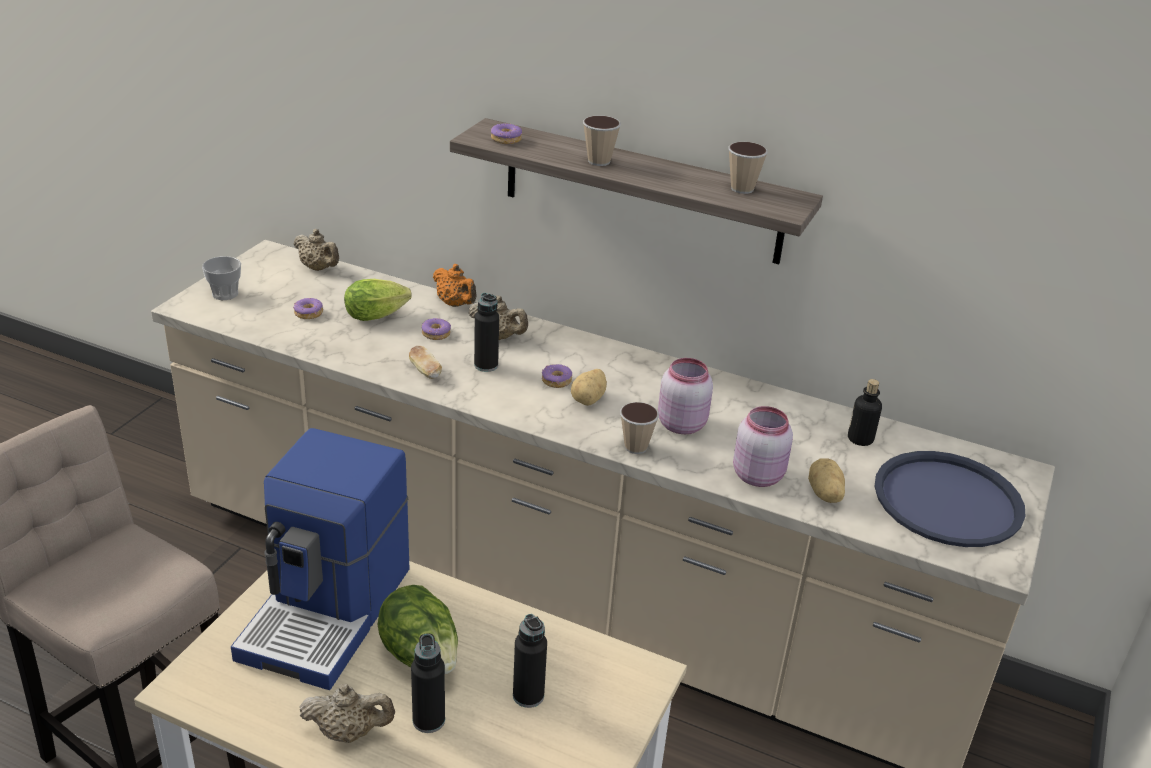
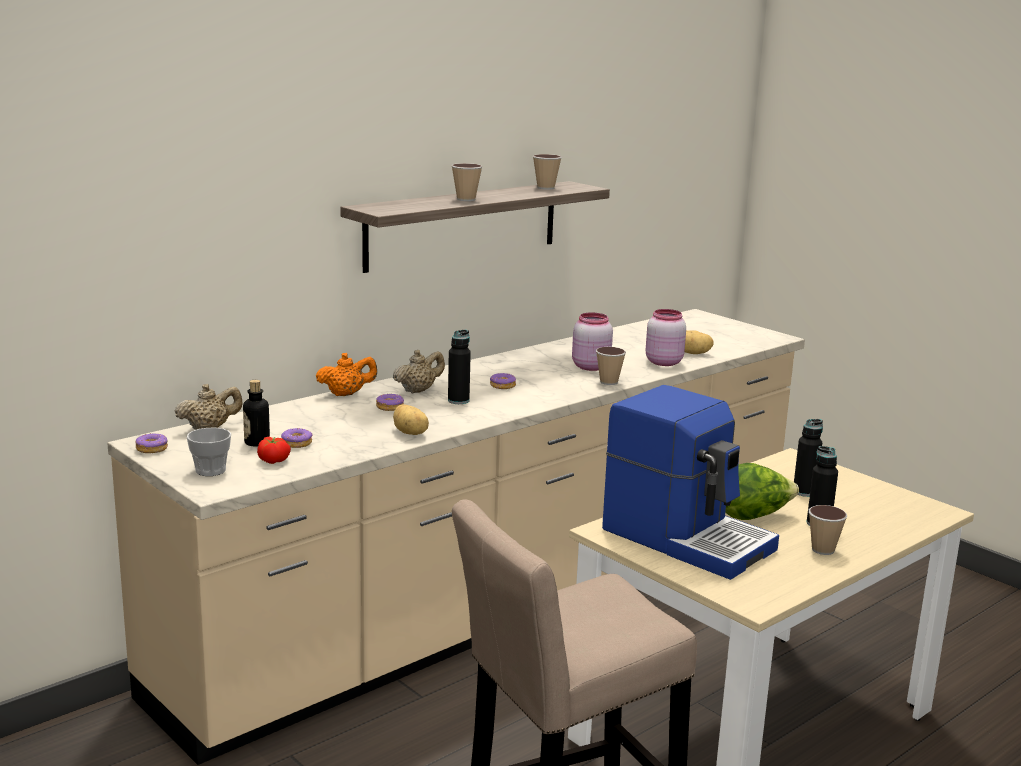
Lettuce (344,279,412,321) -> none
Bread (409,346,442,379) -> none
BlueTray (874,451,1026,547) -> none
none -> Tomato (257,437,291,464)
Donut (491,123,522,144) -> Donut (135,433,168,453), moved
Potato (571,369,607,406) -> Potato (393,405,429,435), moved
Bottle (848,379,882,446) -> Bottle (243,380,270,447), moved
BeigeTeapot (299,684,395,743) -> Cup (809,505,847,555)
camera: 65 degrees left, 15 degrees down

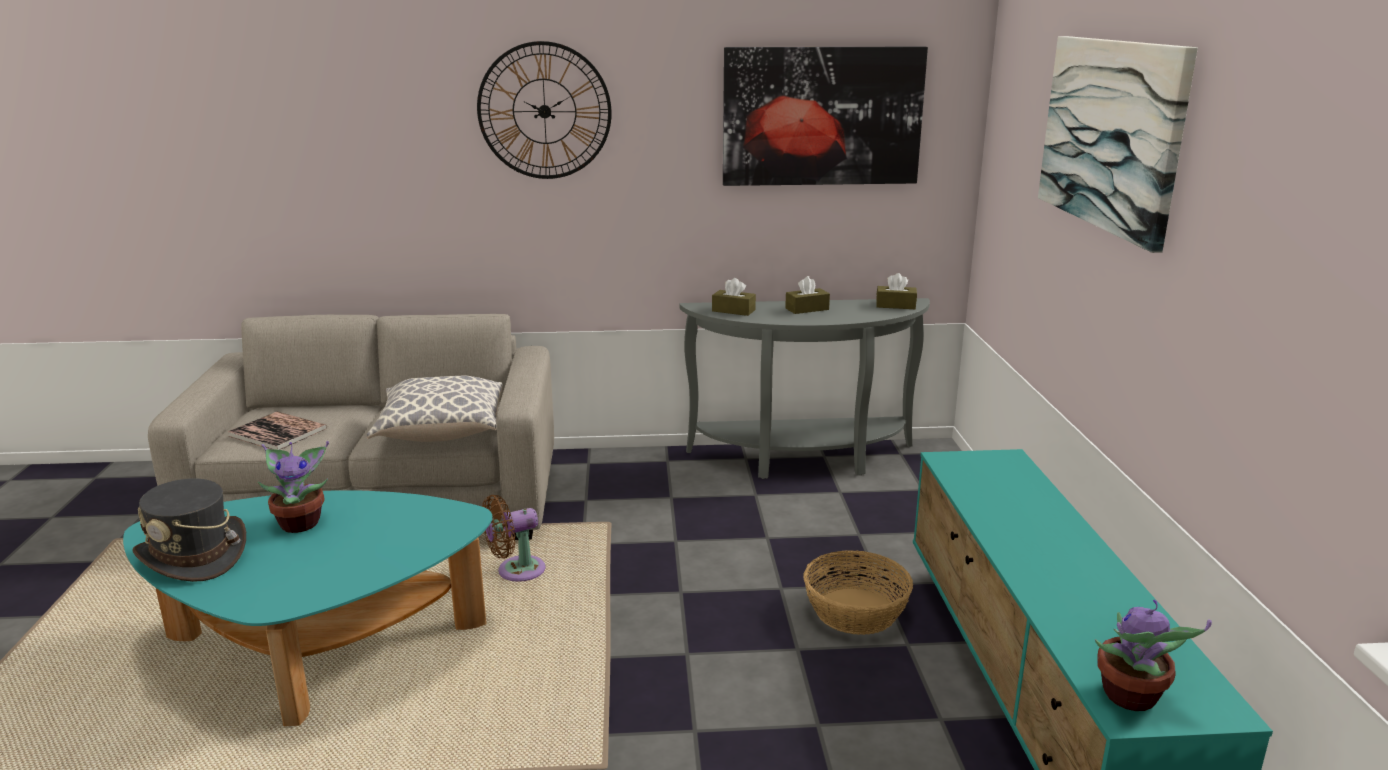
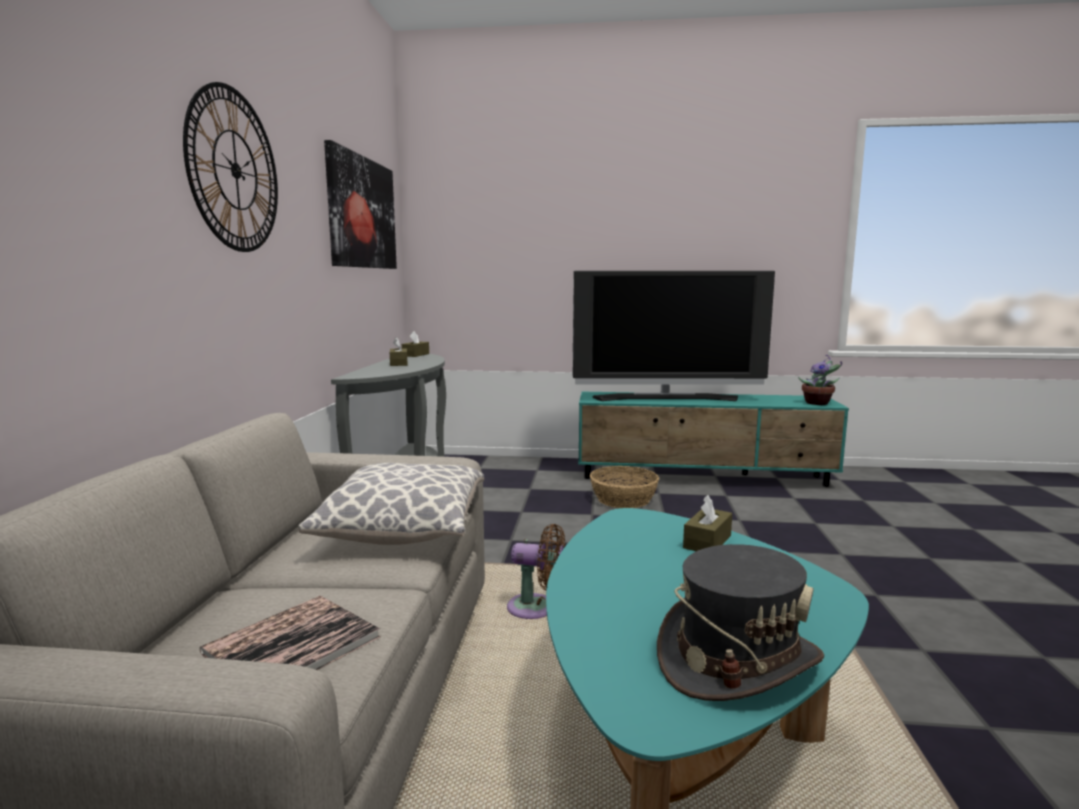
PottedPlant (258,441,329,533) -> none
Picture (1038,36,1198,253) -> none
none -> Television (573,271,775,401)
BrownTissueBox (712,278,756,316) -> BrownTissueBox (683,495,732,551), moved
BrownFan (482,495,546,582) -> BrownFan (507,524,565,619), 60 degrees counterclockwise
camera: 80 degrees left, 10 degrees down

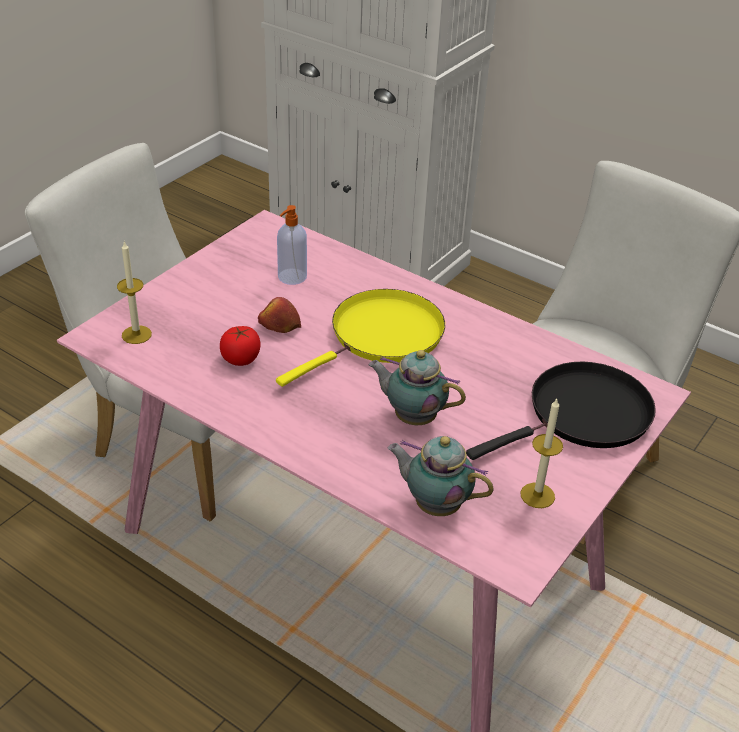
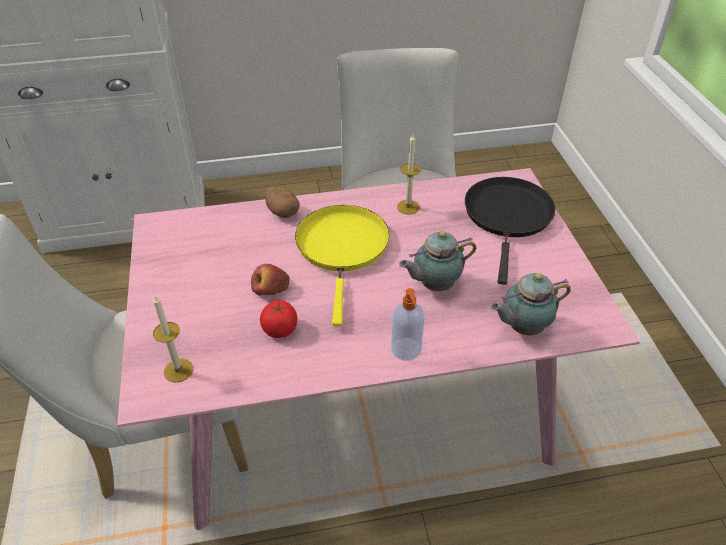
none -> Potato (265,186,300,218)
SoapDispenser (277,205,307,285) -> SoapDispenser (391,288,424,361), moved
Candle (520,399,563,508) -> Candle (397,134,421,214), moved
camera: 45 degrees left, 5 degrees up

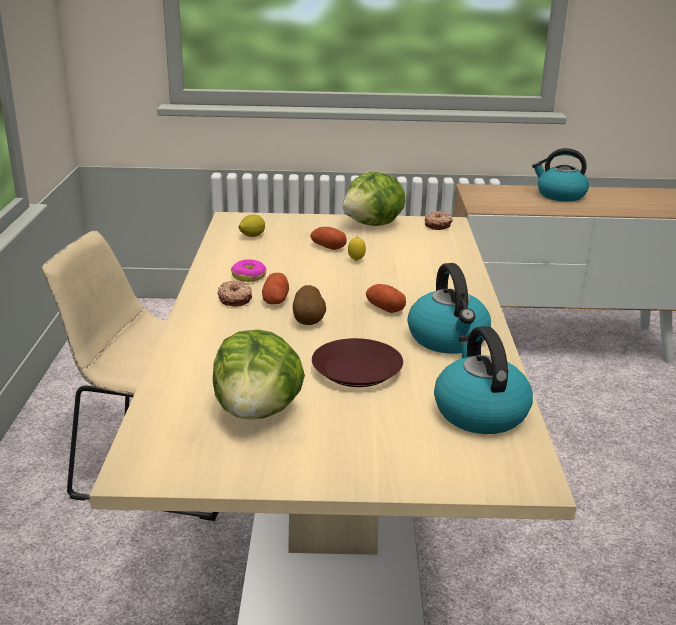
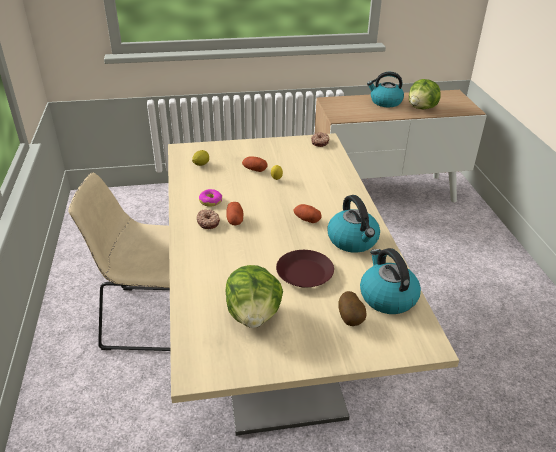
Potato (293,285,326,325) -> Potato (338,291,367,326), moved
Lettuce (342,172,405,226) -> Lettuce (409,79,441,110), moved
camera: 10 degrees left, 10 degrees up

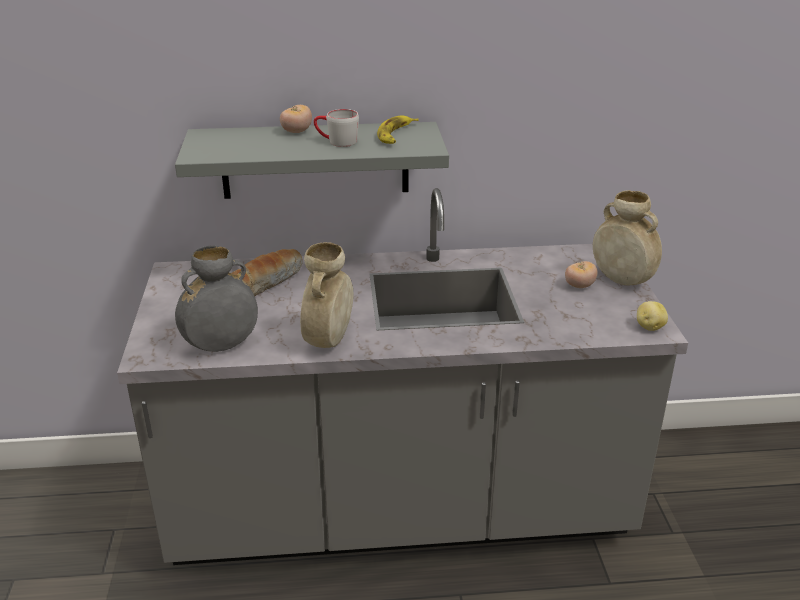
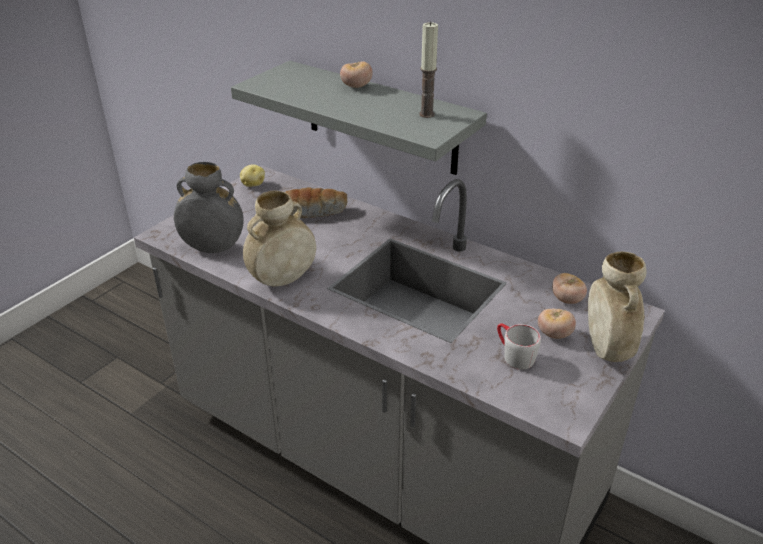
none -> Tomato (552,273,587,304)
GreyMug (314,109,359,147) -> GreyMug (497,323,541,370), moved
Potato (637,301,668,331) -> Potato (240,164,265,187), moved
Banana (377,116,419,144) -> Candle (419,22,438,118)
camera: 40 degrees right, 5 degrees up

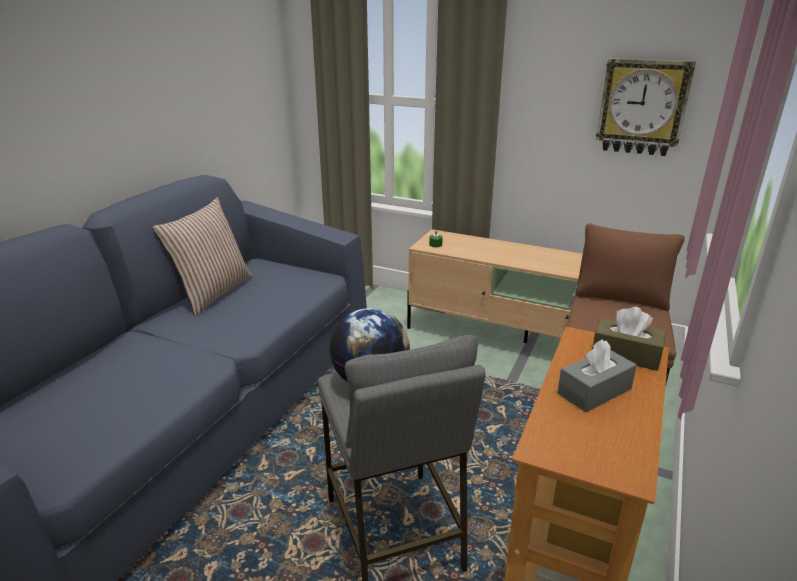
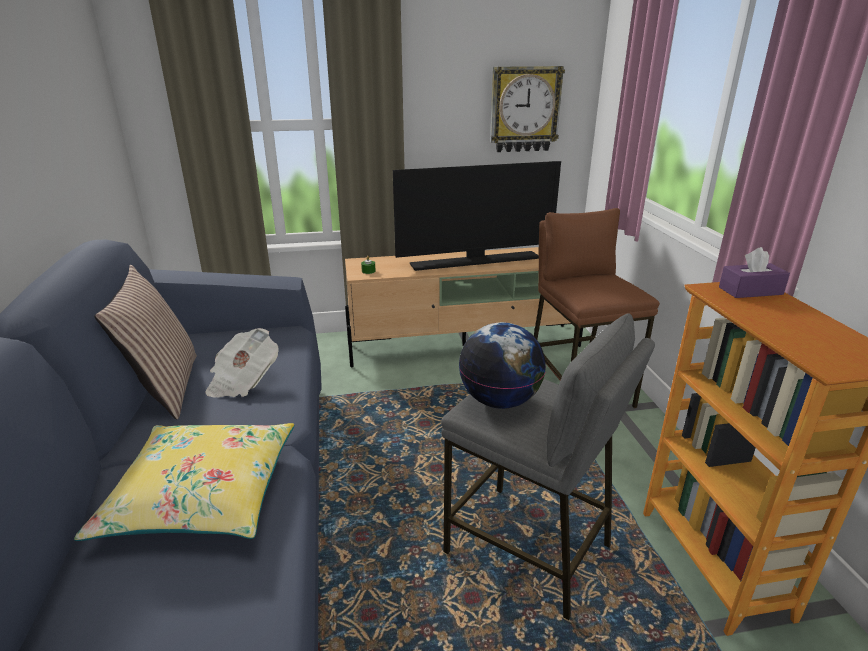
GreyTissueBox (557,339,637,412) -> none
none -> YellowPillow (74,423,294,541)
none -> Newspaper (205,328,279,397)
none -> Television (393,161,561,271)
BrownTissueBox (593,307,666,371) -> PurpleTissueBox (719,247,790,298)
camera: 35 degrees left, 0 degrees up

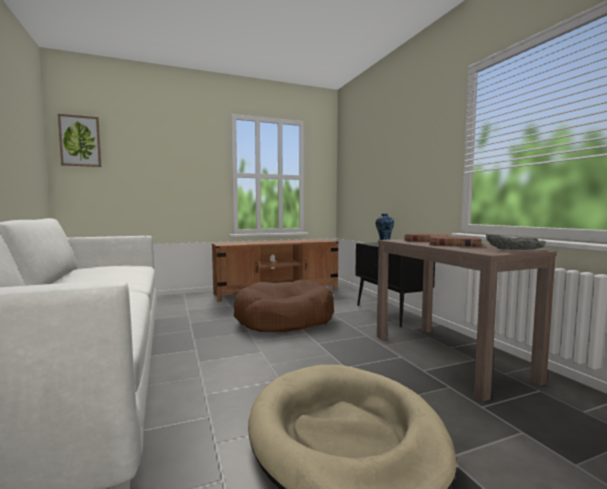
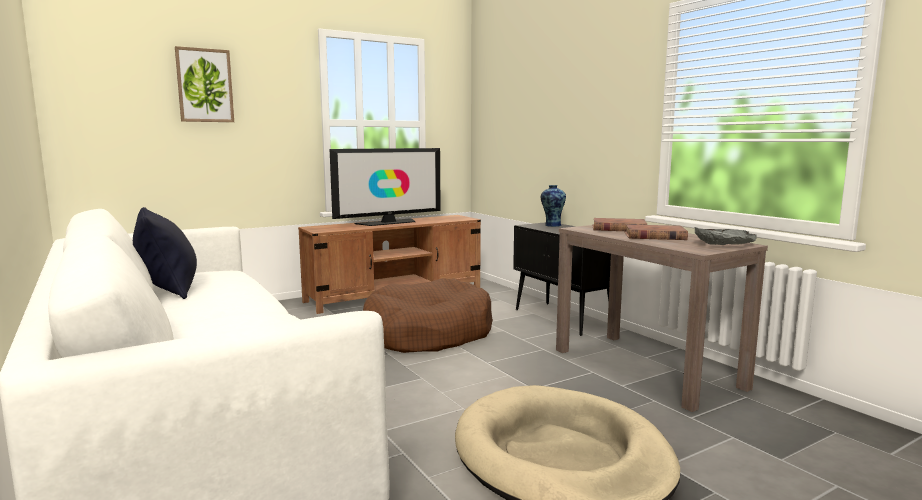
none -> BlackPillow (133,207,197,299)
none -> Television (330,148,441,226)
Picture (58,114,101,167) -> Picture (175,46,234,122), moved
camera: 10 degrees left, 5 degrees up

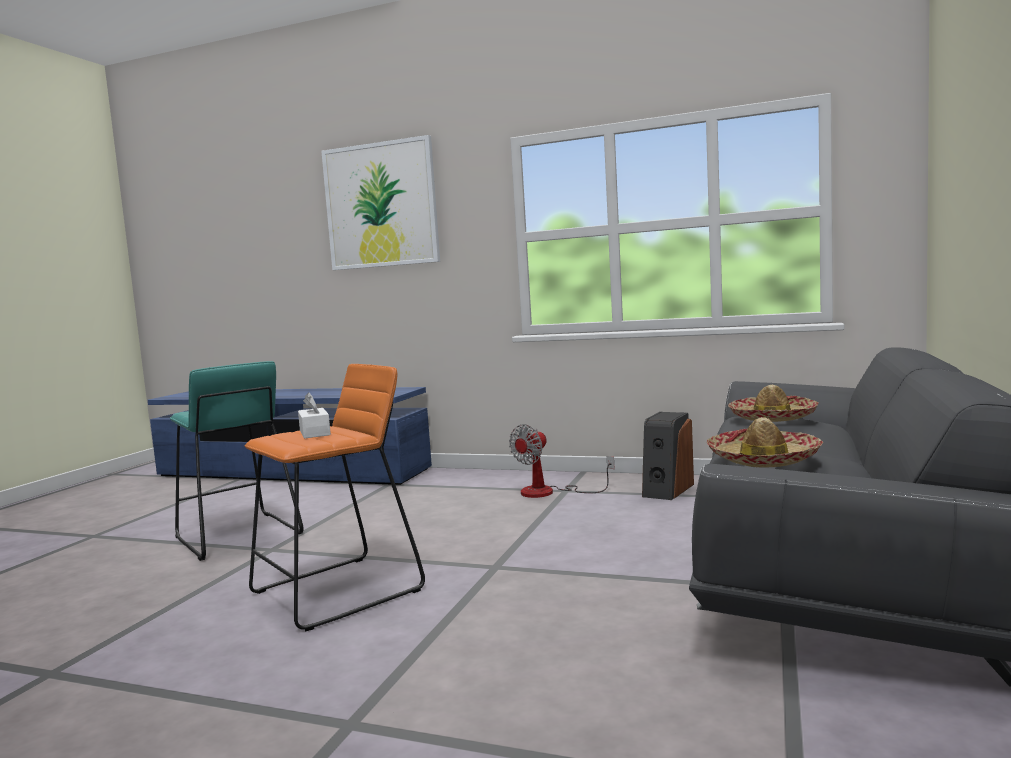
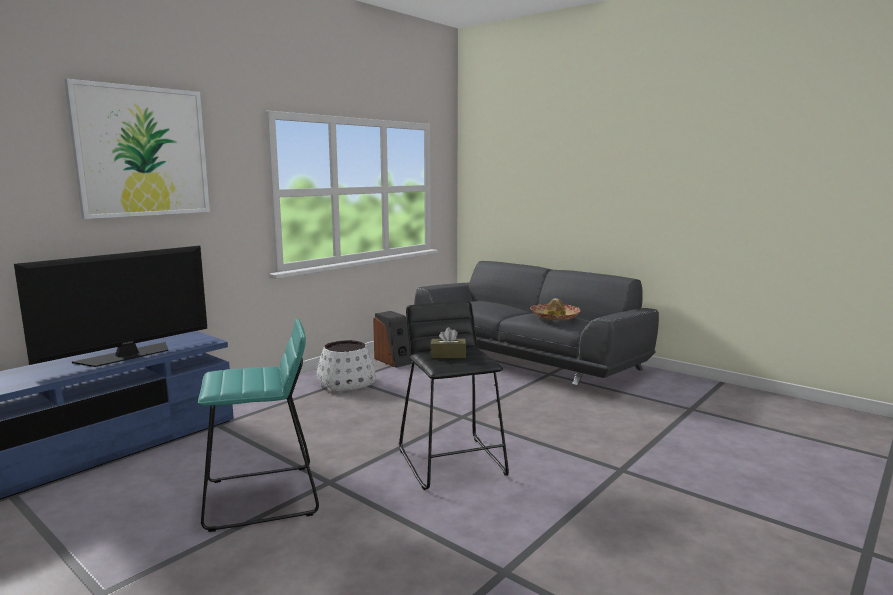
Hat (728,385,819,422) -> none
none -> Television (14,245,207,367)
Fan (509,424,615,498) -> WhitePlanter (317,340,376,391)
OrangeStool (244,364,425,631) -> BlackStool (399,301,509,490)
WhiteTissueBox (298,392,331,439) -> BrownTissueBox (431,327,466,358)
camera: 70 degrees left, 5 degrees up

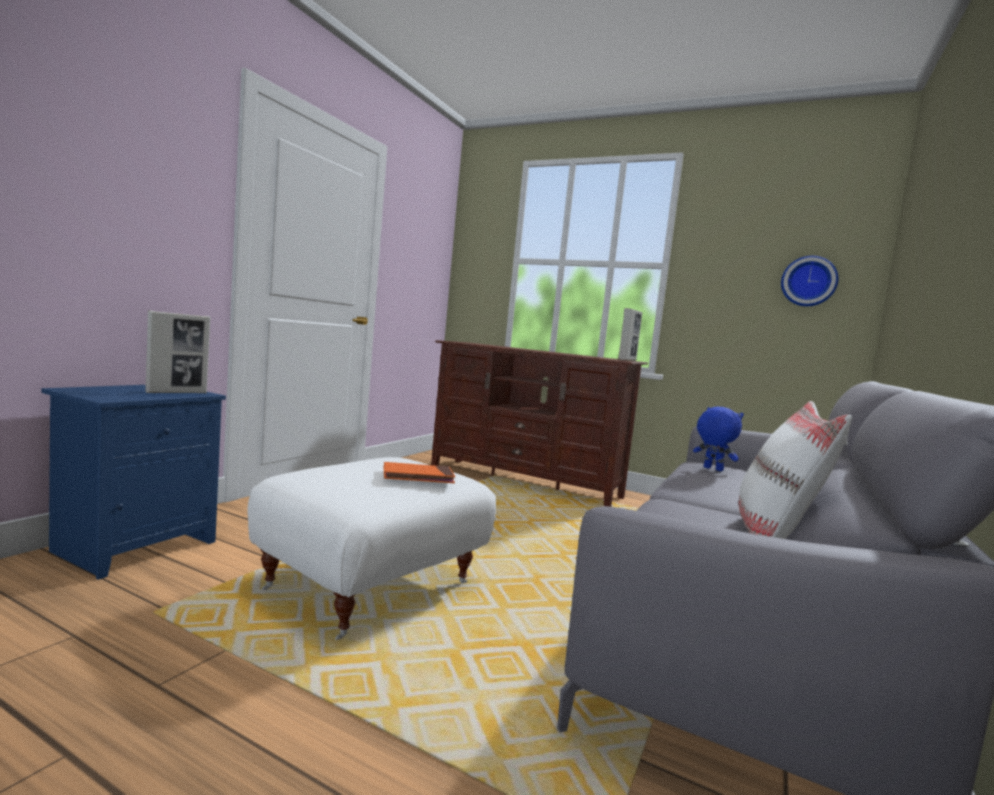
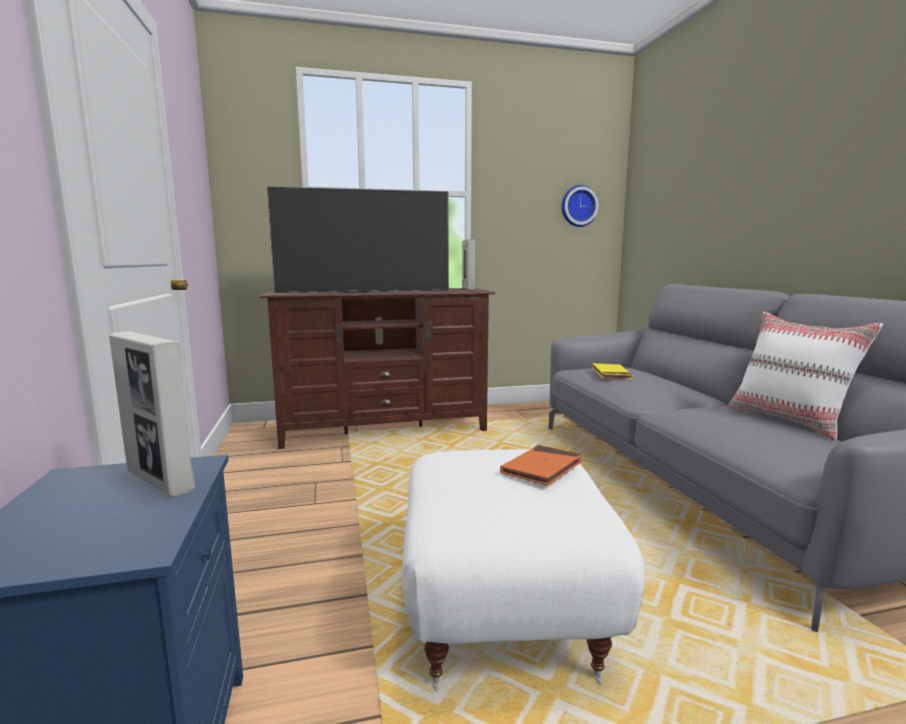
none -> Television (267,186,449,293)
BluePlushToy (693,407,744,471) -> YellowBook (592,363,633,379)
PictureFrame (145,310,211,393) -> PictureFrame (109,331,195,497), 120 degrees clockwise
camera: 40 degrees left, 5 degrees up

